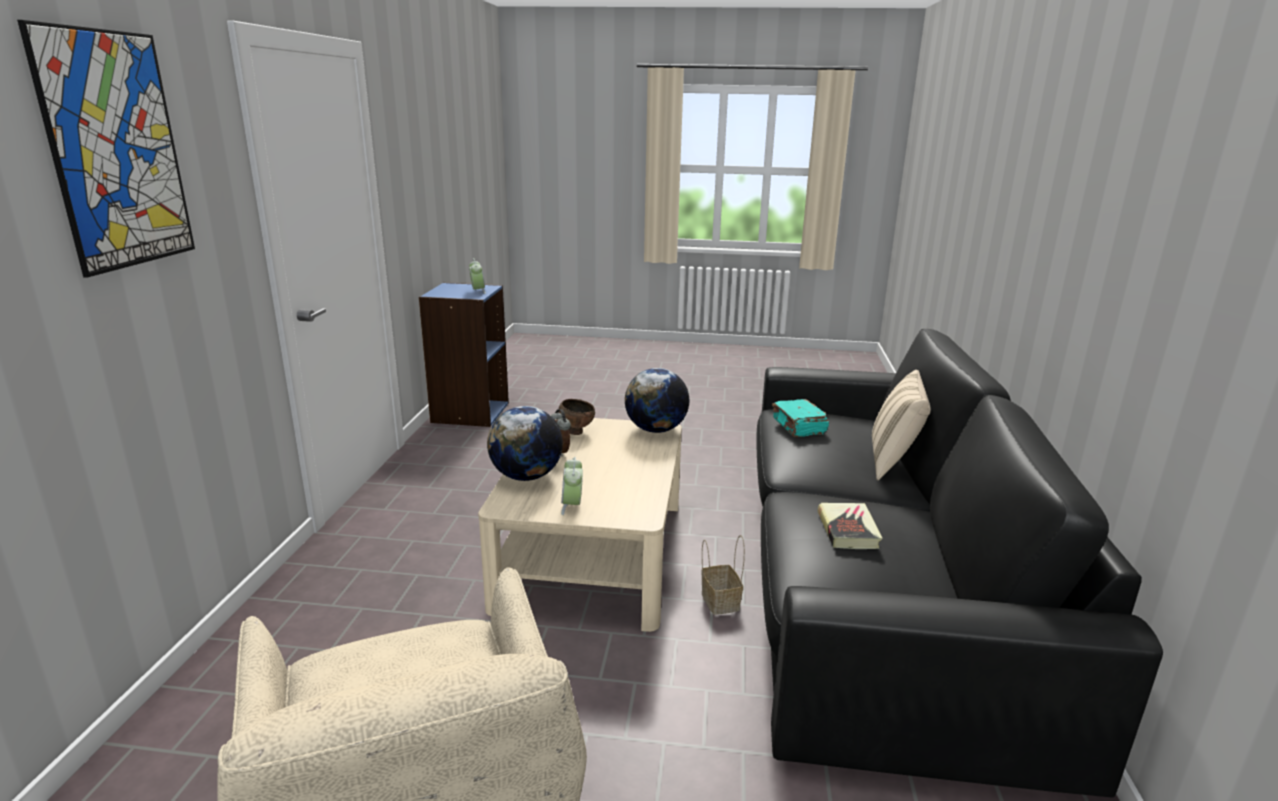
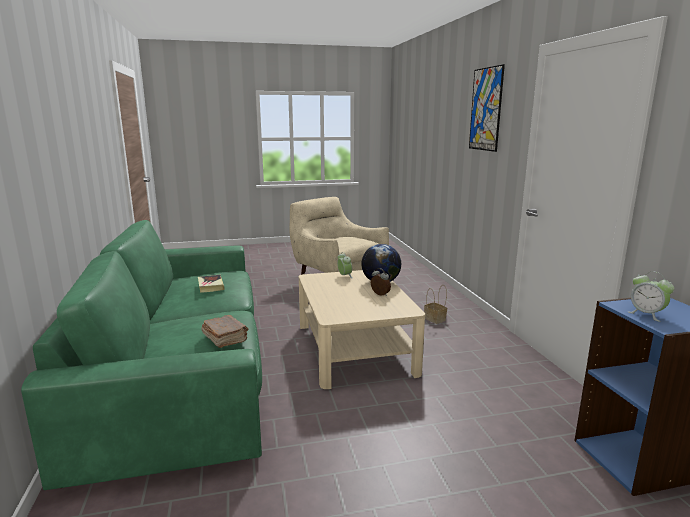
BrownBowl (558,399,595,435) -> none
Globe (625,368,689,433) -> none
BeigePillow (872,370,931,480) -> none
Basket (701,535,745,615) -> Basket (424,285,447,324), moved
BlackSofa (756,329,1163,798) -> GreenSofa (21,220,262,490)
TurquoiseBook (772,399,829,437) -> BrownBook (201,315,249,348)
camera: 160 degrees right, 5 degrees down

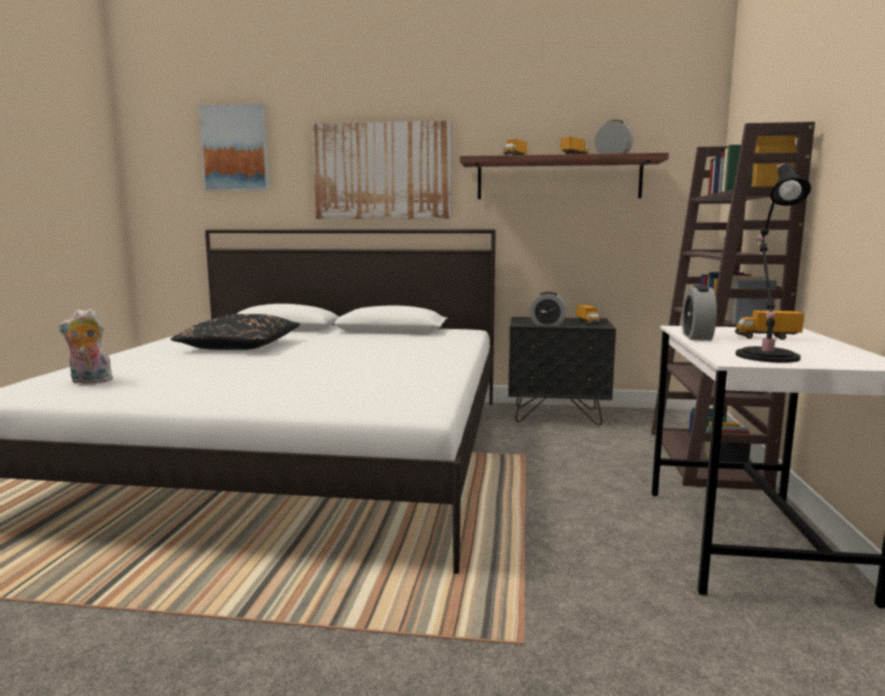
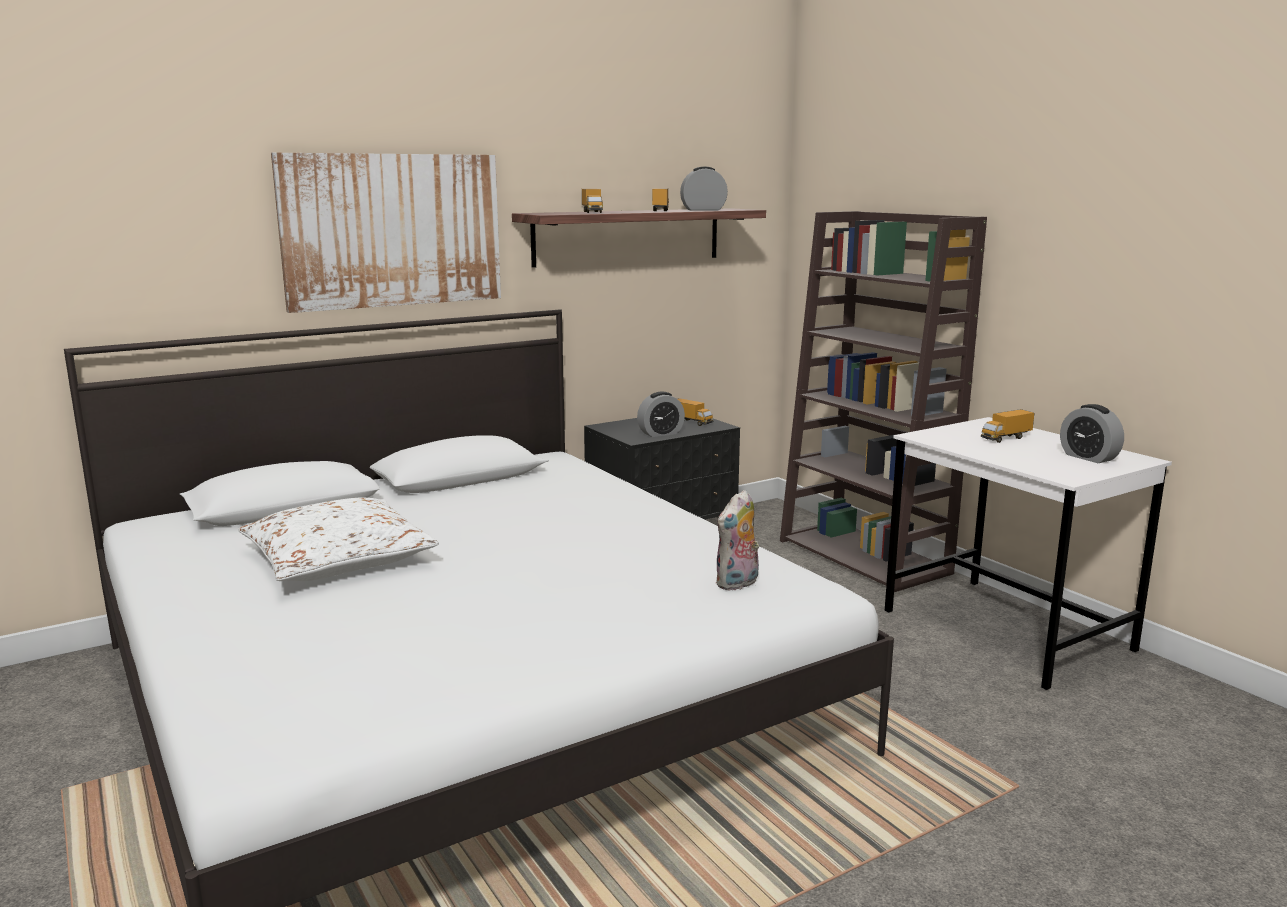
Picture (198,103,270,191) -> none
BlackTableLamp (736,163,811,363) -> none
PlushToy (59,309,113,384) -> PlushToy (715,490,759,591), moved
AlarmClock (682,285,717,340) -> AlarmClock (1060,404,1124,463), moved
BlackPillow (171,314,300,350) -> WhitePillow (238,498,439,581)
camera: 40 degrees left, 5 degrees up

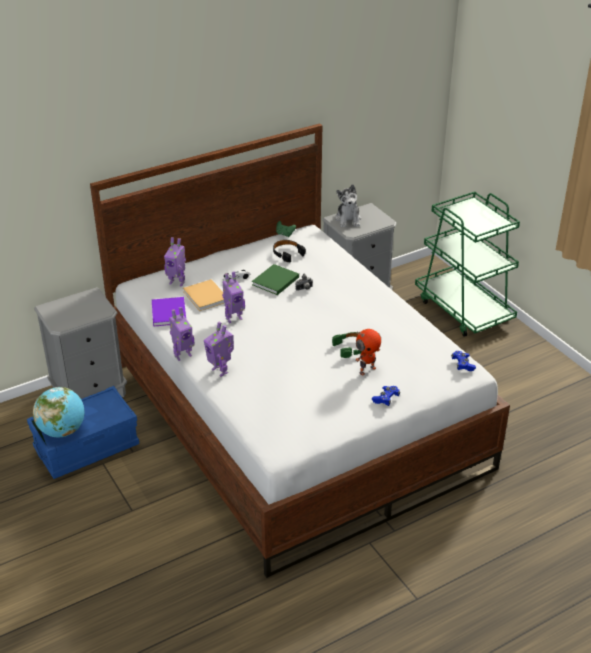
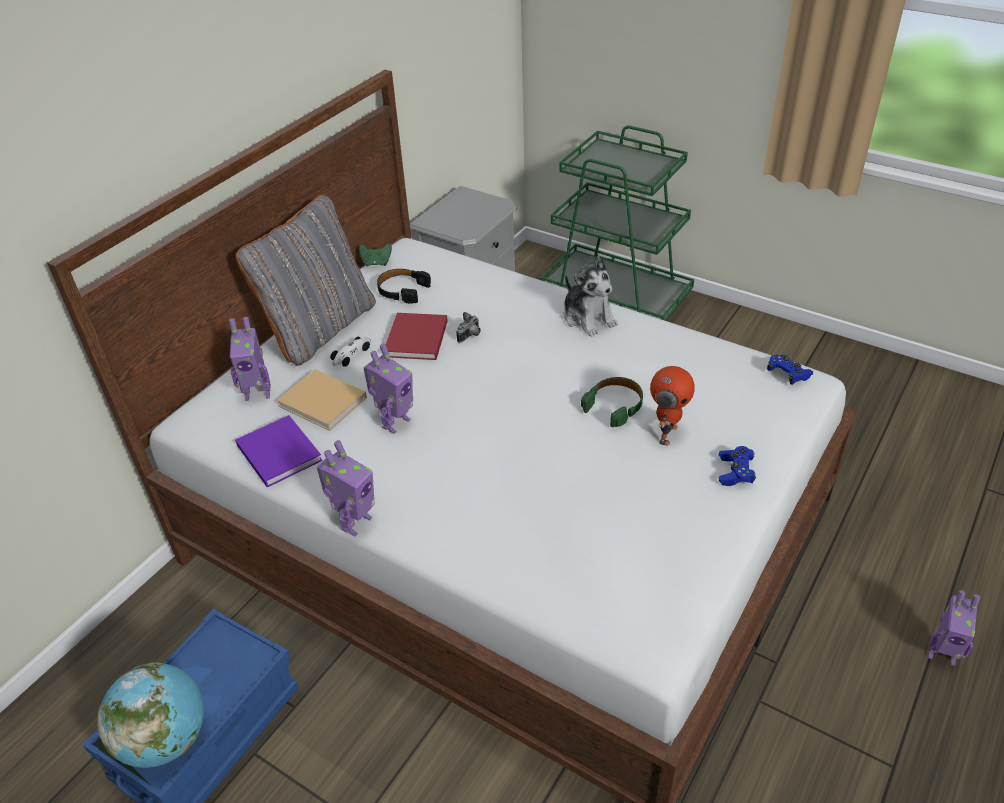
GreyNightstand (34,287,127,399) -> none
none -> GreyPillow (235,195,376,366)
ToyRobot (204,322,234,377) -> ToyRobot (928,590,981,666), moved
PlushToy (335,184,361,227) -> PlushToy (564,255,618,337), moved
GreenBook (252,264,299,295) -> RedBook (386,313,448,360)
camera: 25 degrees left, 5 degrees up

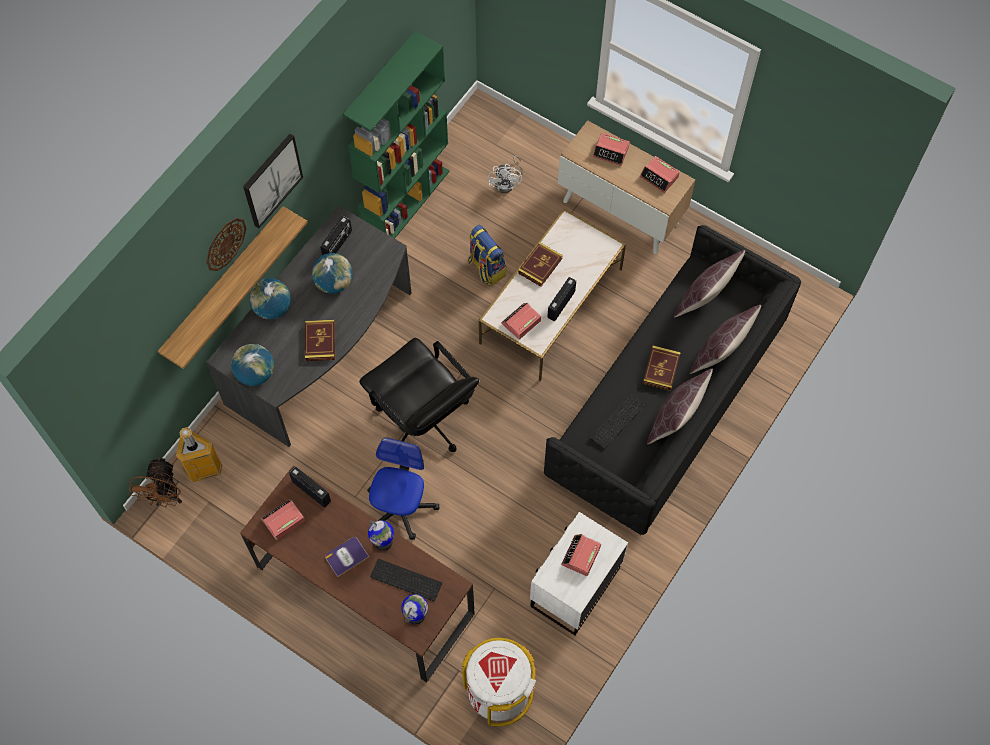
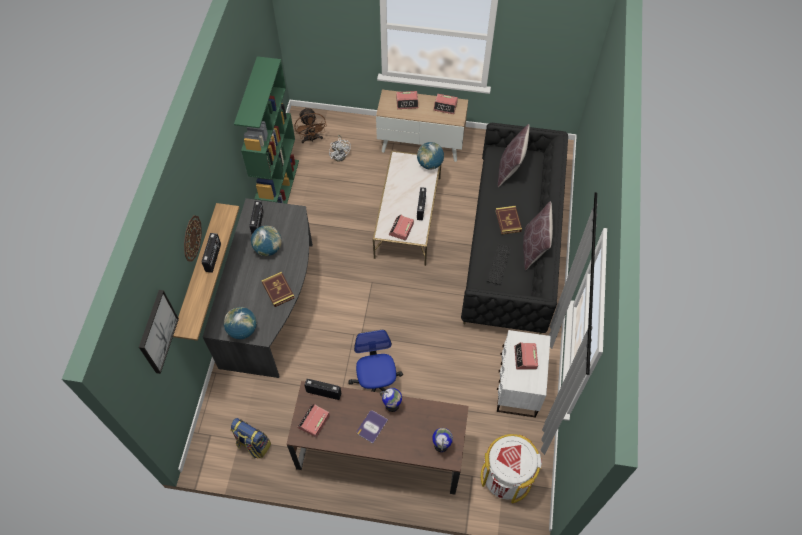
TrashCan (176,427,222,482) -> none
BlackOfficeChair (359,338,479,452) -> none
Keyboard (370,559,442,601) -> none
Book (518,242,563,287) -> none
BrownPillow (690,305,761,374) -> none
none -> Radio (202,233,221,273)
BrownFan (128,458,182,507) -> BrownFan (295,107,327,143), moved
Picture (243,134,303,228) -> Picture (139,290,179,374), moved
Globe (249,278,291,319) -> Globe (417,142,444,169), moved
Backpack (468,225,506,286) -> Backpack (231,418,271,458), moved
camera: 25 degrees left, 5 degrees down

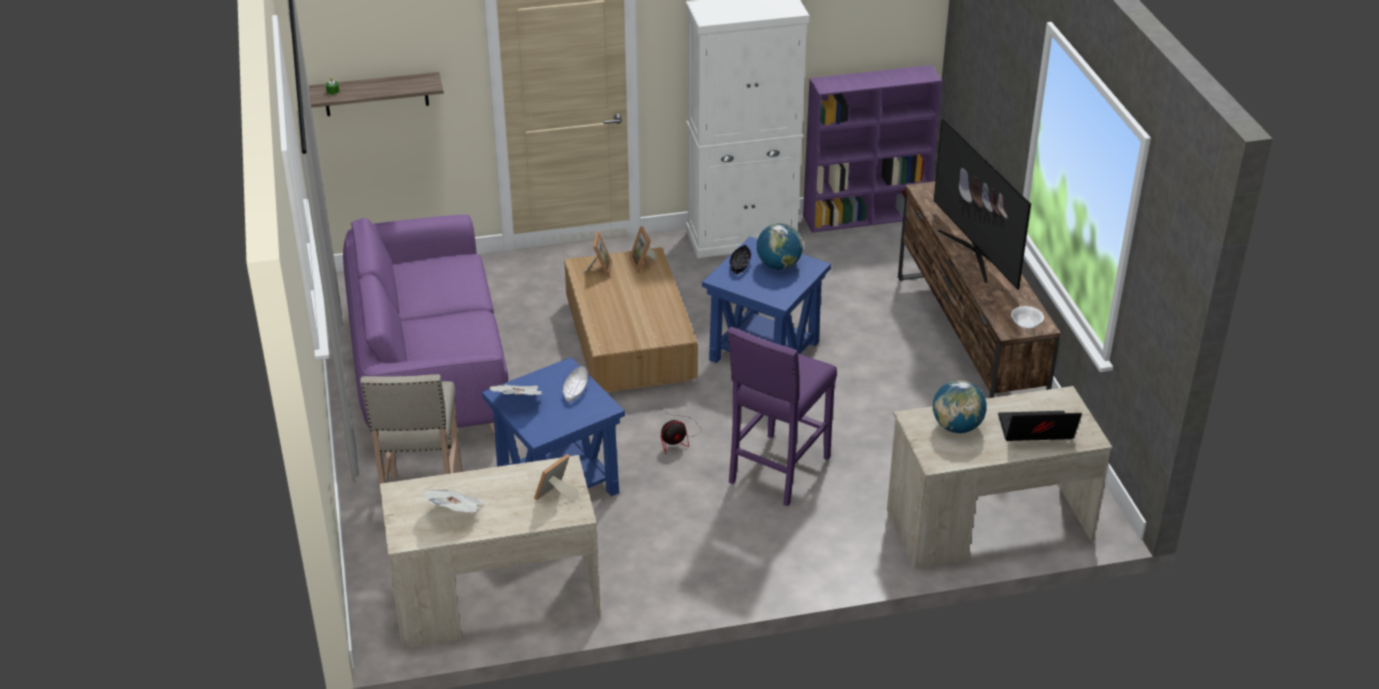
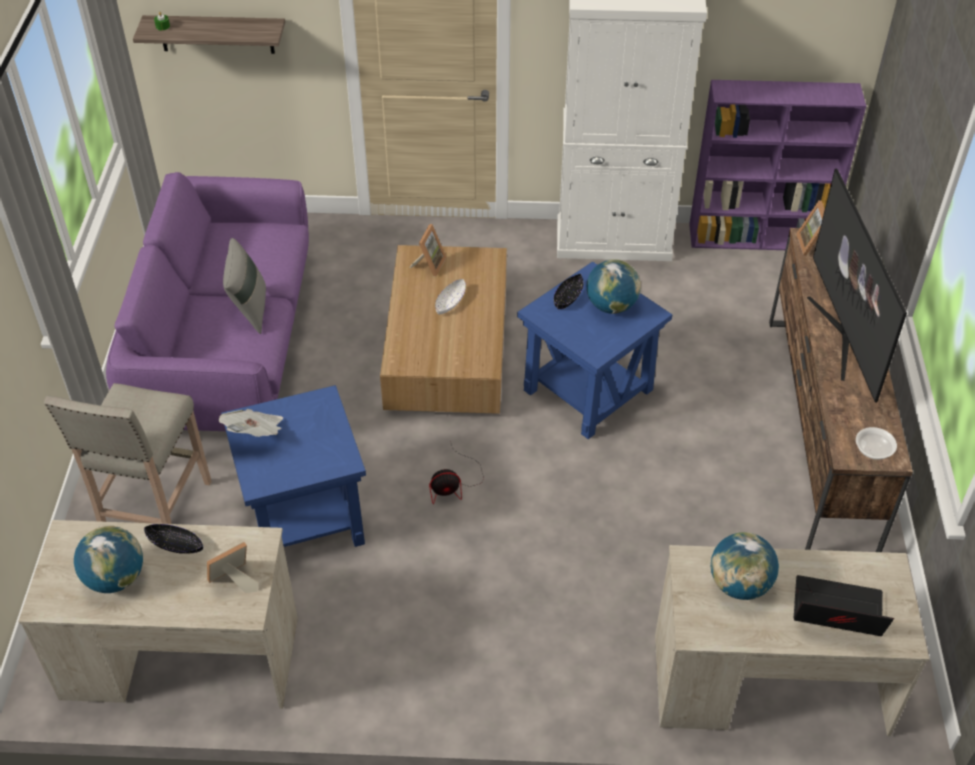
PurpleStool (727,327,837,506) -> none
none -> BlackBowl (144,524,203,554)
none -> GreyPillow (223,238,266,334)
WhiteBowl (562,366,588,402) -> WhiteBowl (435,279,466,315), moved
PictureFrame (629,226,656,273) -> PictureFrame (796,200,825,255), moved
Newspaper (422,489,484,513) -> Globe (74,525,143,593)
camera: 15 degrees right, 10 degrees up

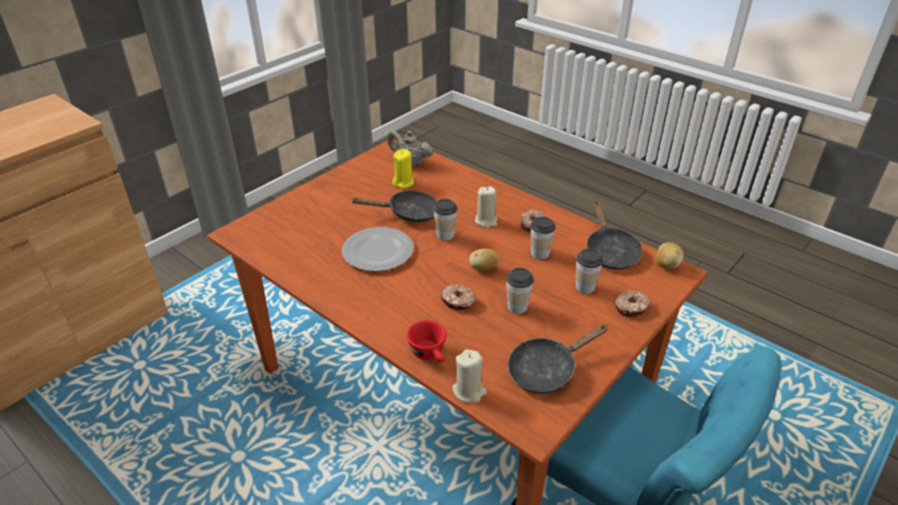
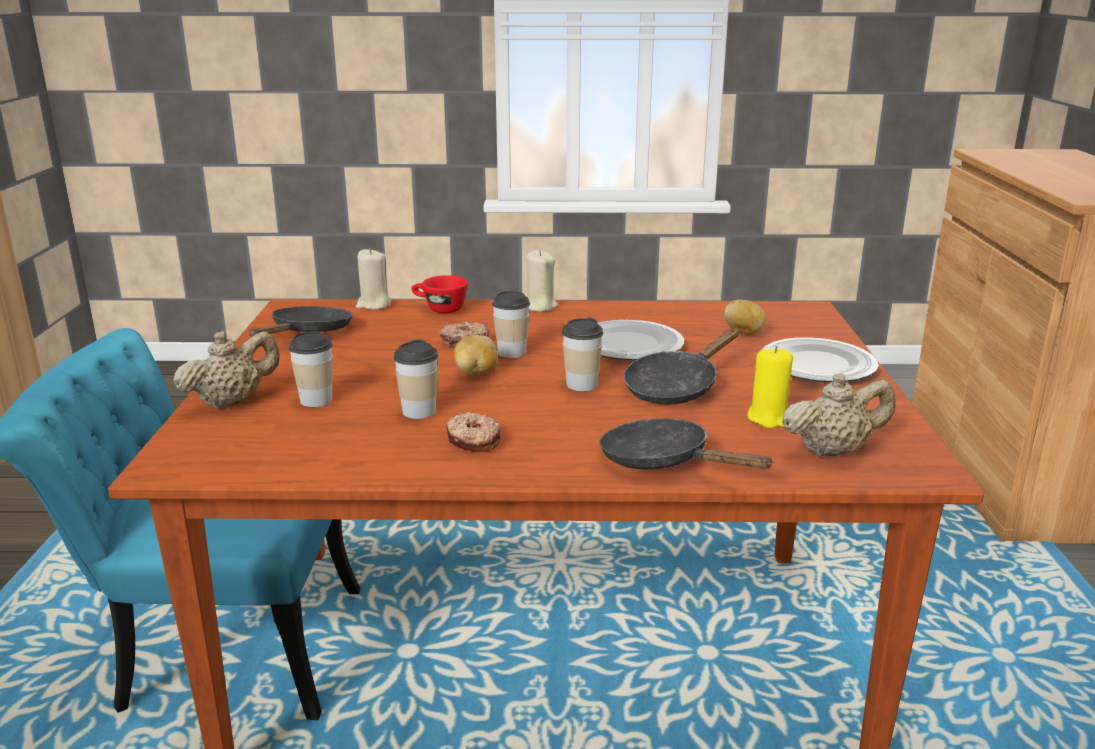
none -> Plate (762,337,879,382)
BeigeCandle (475,186,498,228) -> BeigeCandle (526,250,558,312), moved
Cup (506,268,534,314) -> Cup (492,291,530,358), moved
BlackFryingPan (587,201,642,270) -> BlackFryingPan (600,418,774,469), moved
Potato (655,242,684,269) -> Potato (724,300,766,335), moved
Donut (614,291,651,317) -> BeigeTeapot (173,331,280,409)
camera: 140 degrees right, 15 degrees down

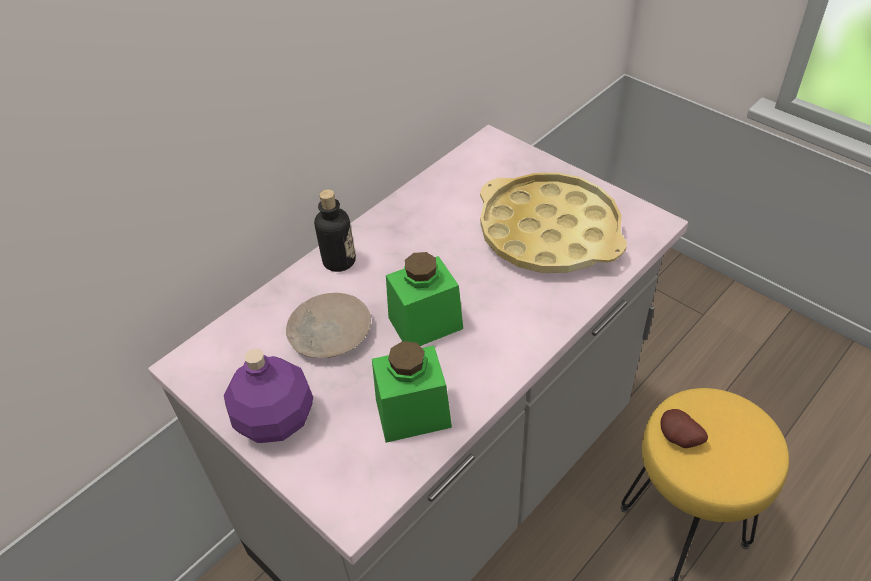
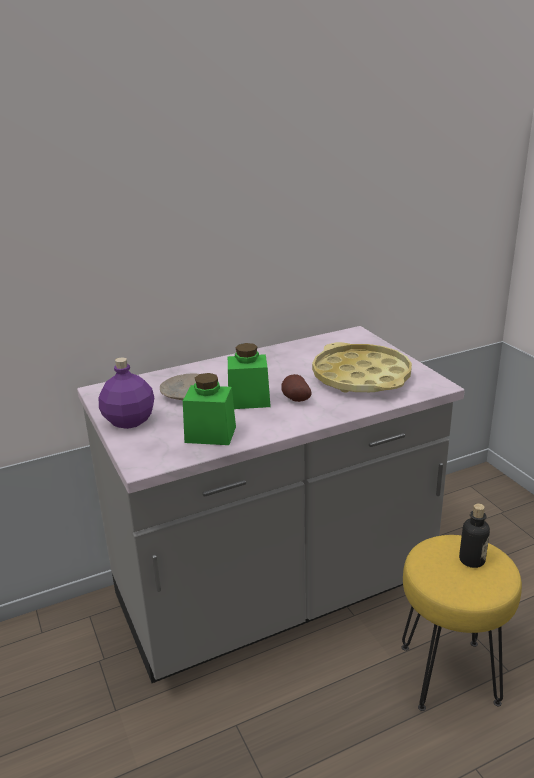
Bottle (314,189,356,272) -> Bottle (459,503,490,568), moved
Potato (660,409,708,448) -> Potato (281,374,312,402), moved
camera: 20 degrees right, 20 degrees down

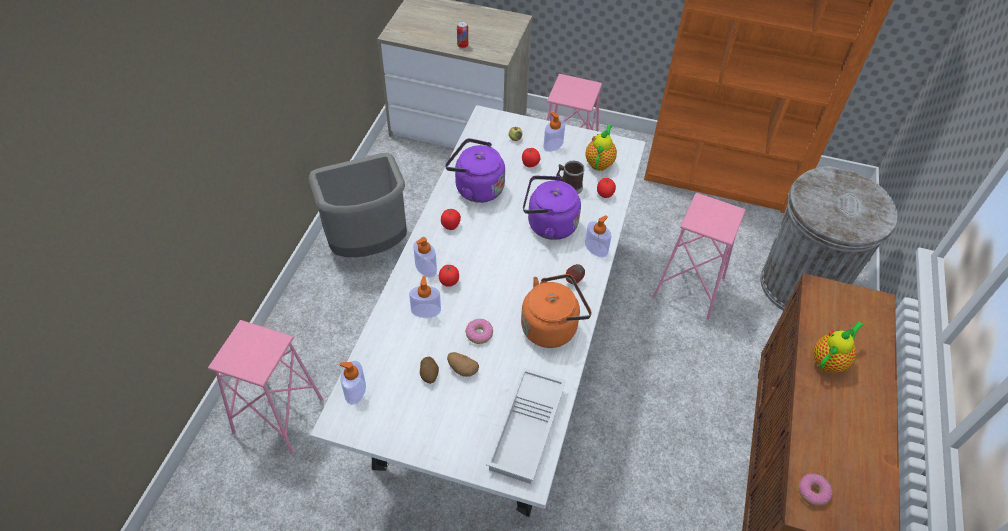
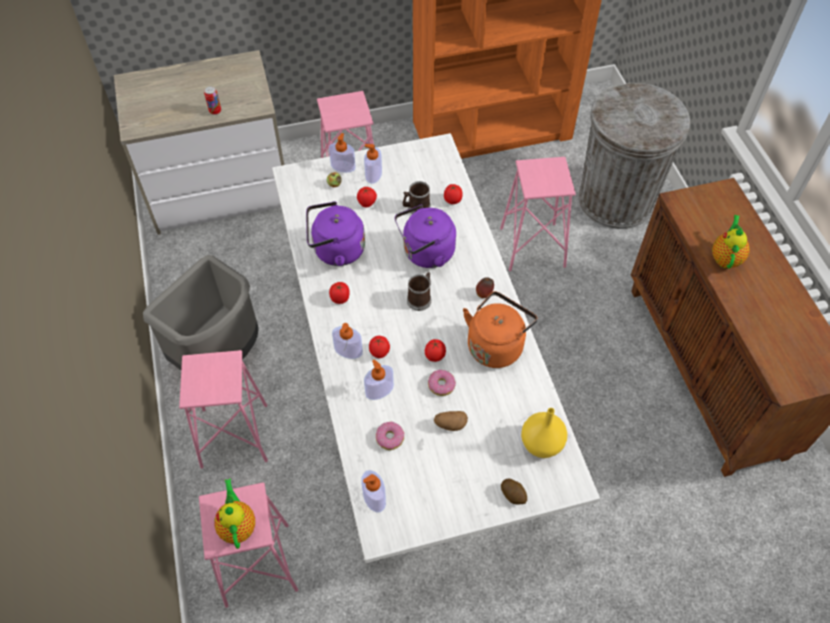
none -> PinkStool (179,350,268,468)
none -> Mug (407,272,431,311)
none -> Tomato (425,339,446,362)
Potato (420,357,439,384) -> Potato (501,478,527,504), moved
Teapot (585,125,617,171) -> Teapot (214,478,255,549), moved
SoapDispenser (585,216,611,257) -> SoapDispenser (329,133,356,173), moved
Donut (798,473,832,506) -> Donut (376,422,404,450), moved
WhiteTray (486,367,566,484) -> YellowVase (521,408,567,458)
camera: 30 degrees left, 5 degrees up

